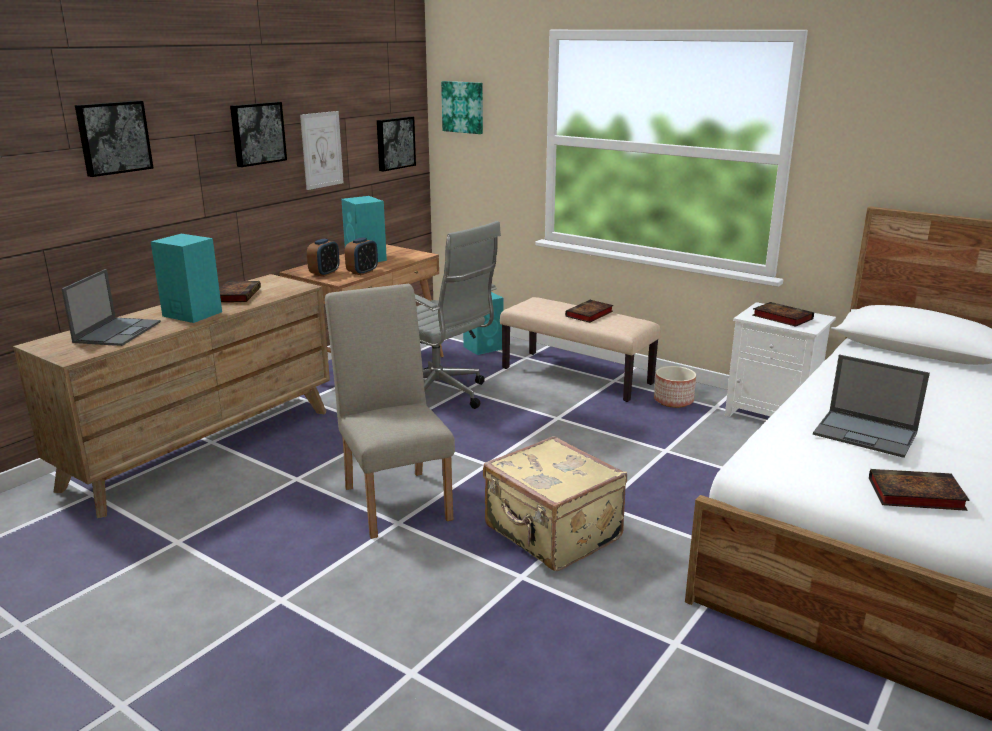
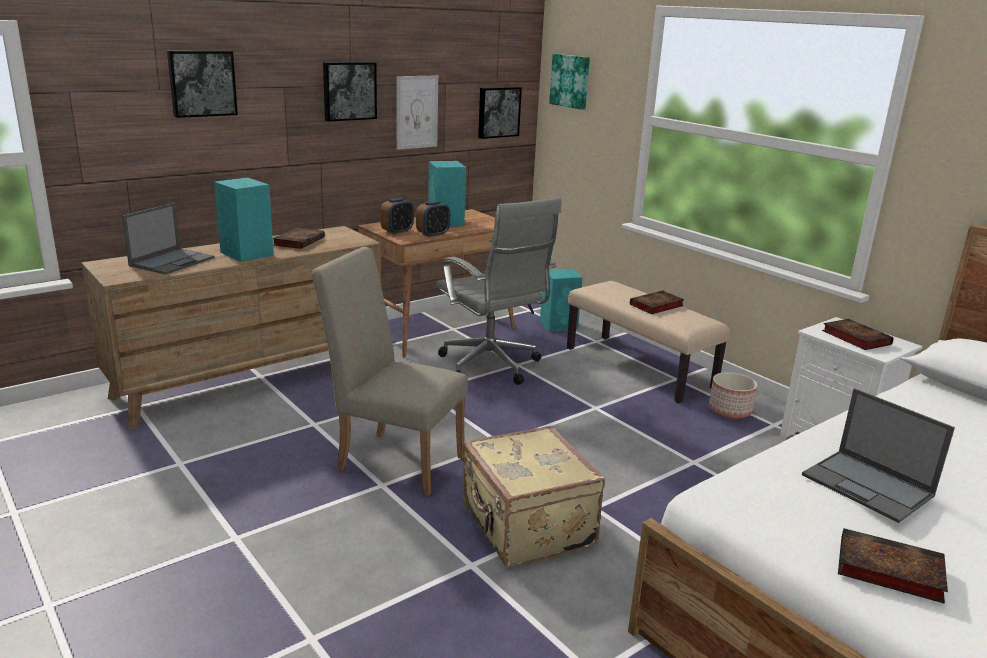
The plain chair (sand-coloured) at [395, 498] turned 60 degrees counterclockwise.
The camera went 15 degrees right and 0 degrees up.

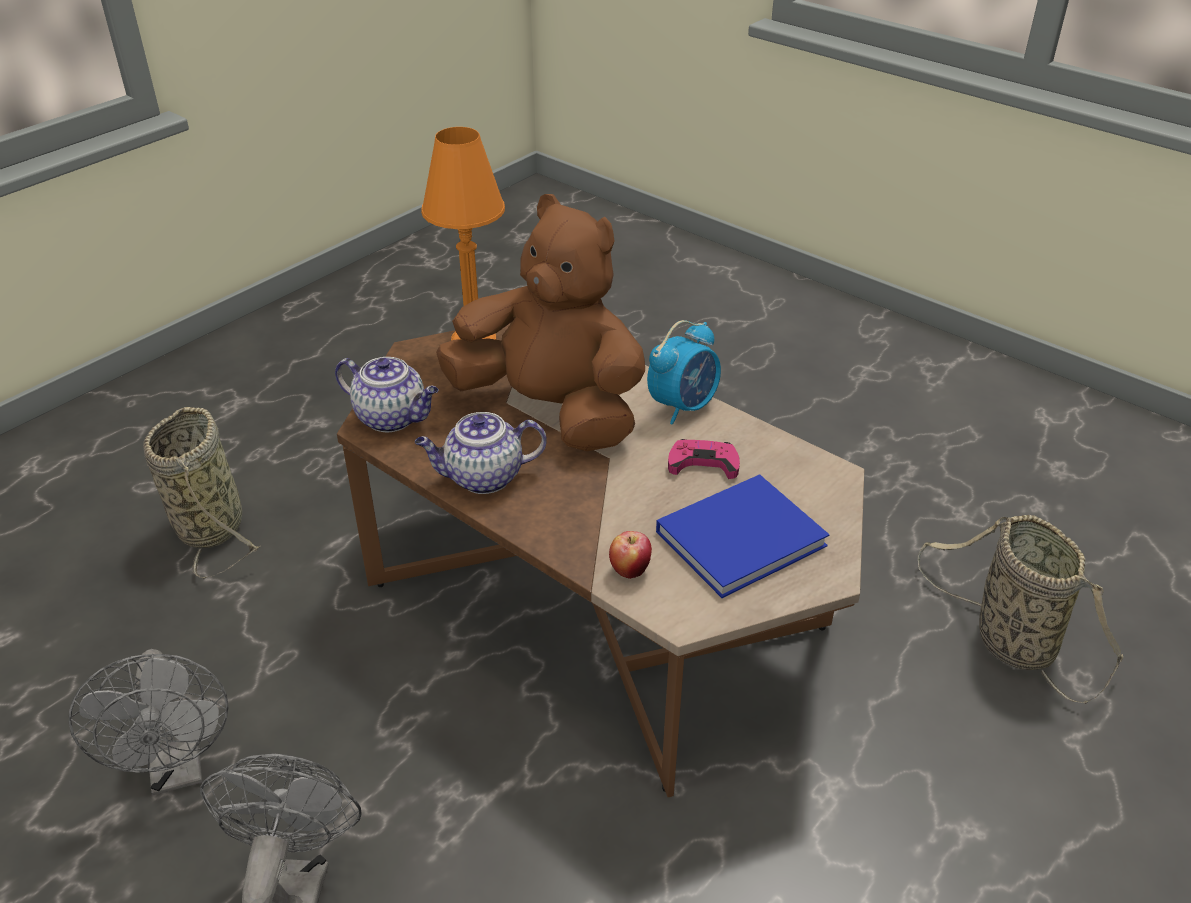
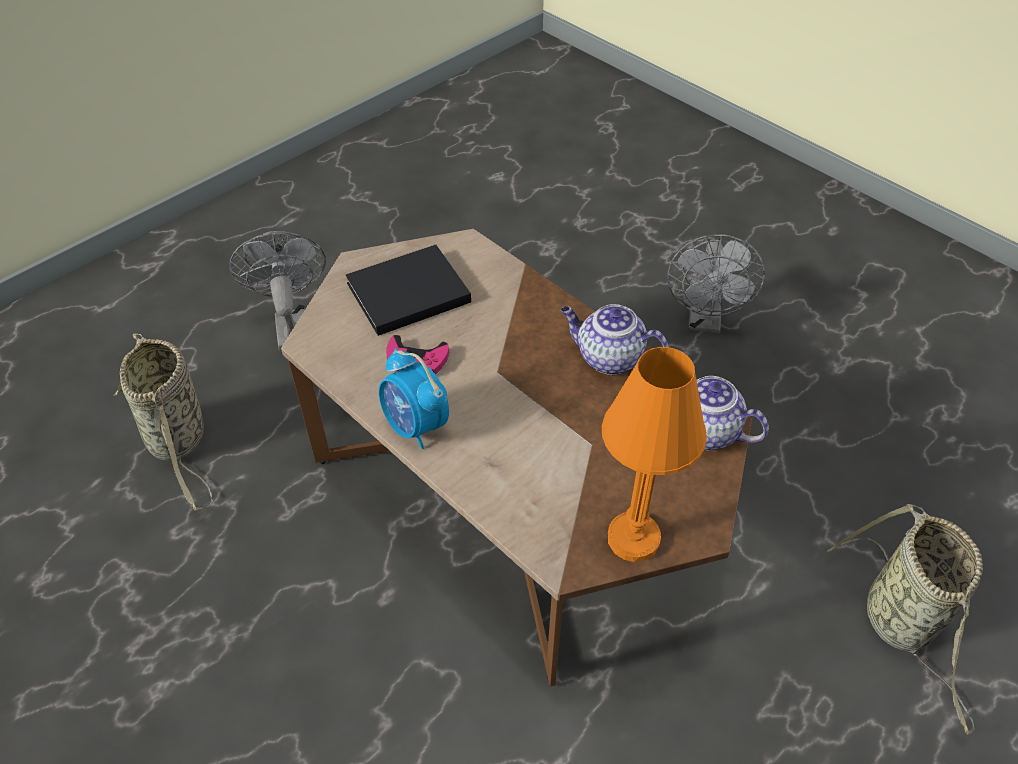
The soft toy (brown-coloured) at [551, 411] disappeared.
The apple at [630, 570] disappeared.
The electric fan (grey) moved from [178, 769] to [291, 324].
The bound book (blue-coloured) at [744, 537] became the bound book (blackish) at [405, 294].
The tea pot at [482, 478] turned 150 degrees counterclockwise.
The table clock at [683, 406] turned 90 degrees counterclockwise.
The camera went 175 degrees left and 10 degrees up.

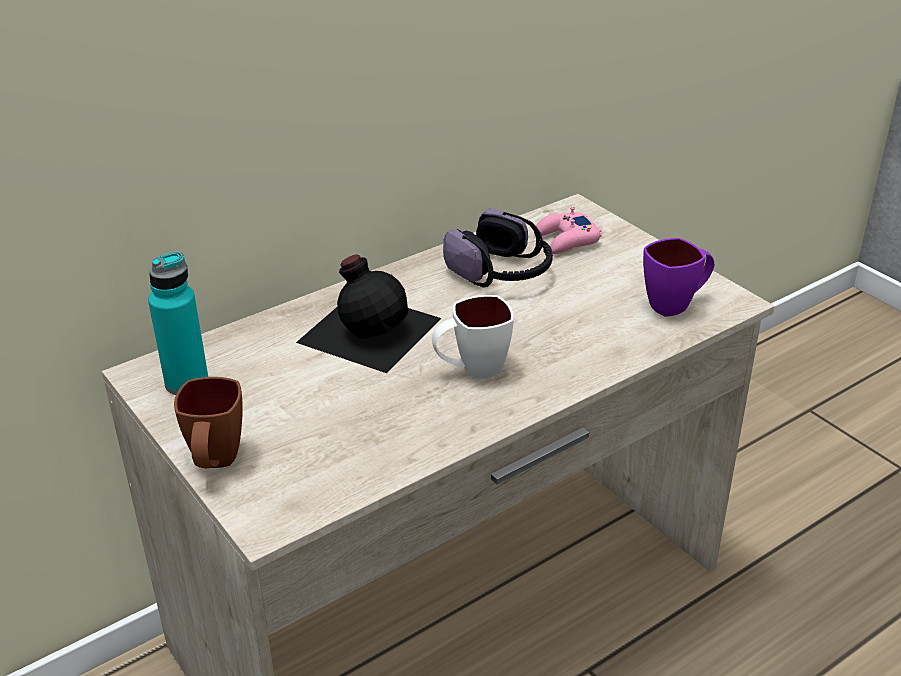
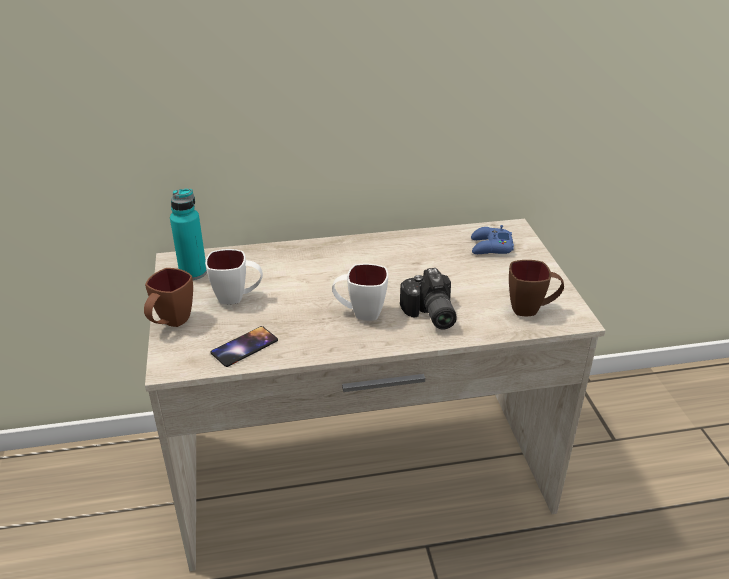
The drink bottle (blackish) at [369, 328] disappeared.
The headphones at [502, 273] disappeared.
The coffee mug (white) at [238, 298] appeared.
The phone at [244, 346] appeared.
The photo camera at [429, 315] appeared.
The gamepad (pinkish) at [566, 240] became the gamepad (blue-coloured) at [490, 247].
The coffee mug (purple-coloured) at [676, 304] became the coffee mug (brown-coloured) at [531, 309].
The camera went 25 degrees right and 0 degrees up.

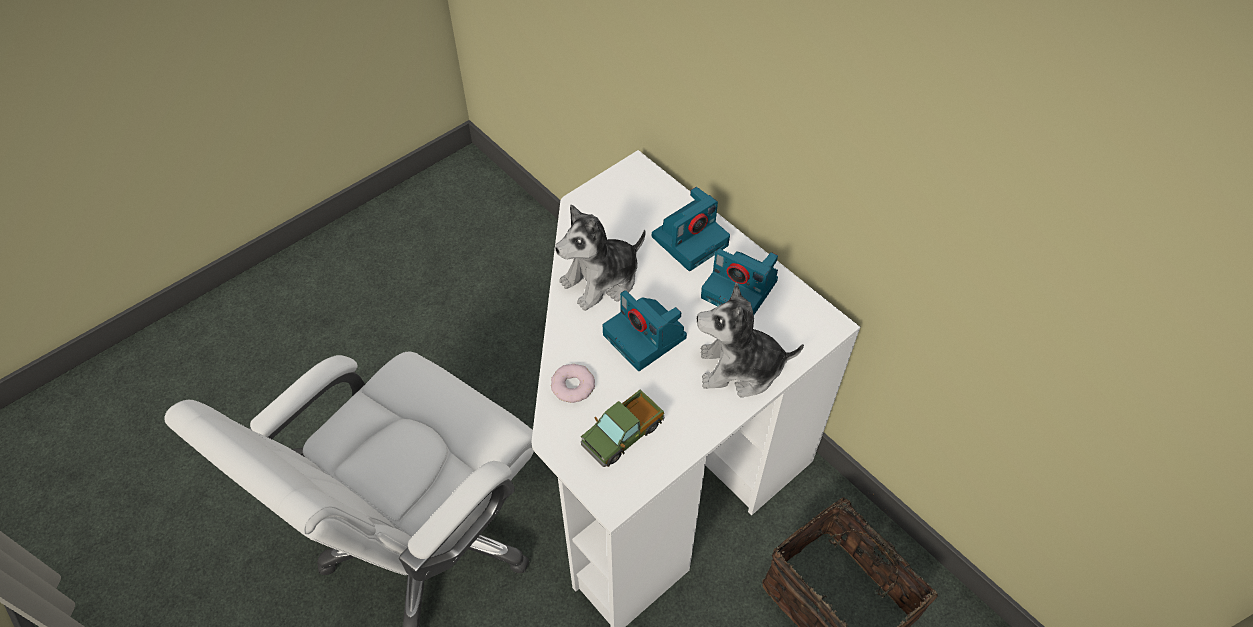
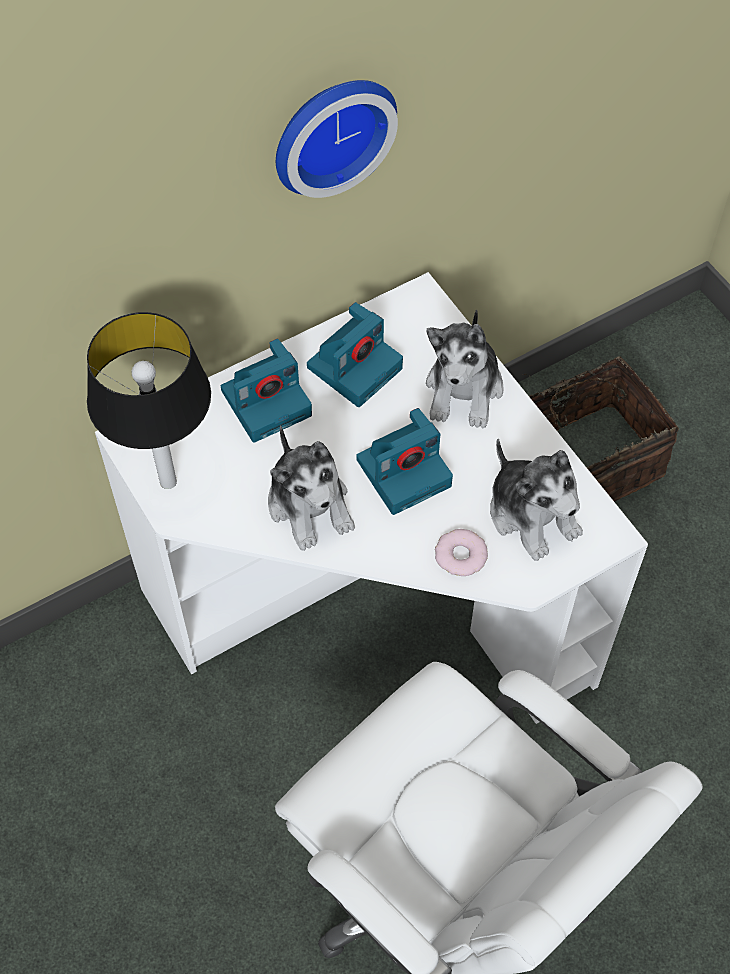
The tabletop lamp at [167, 482] appeared.
The hanging clock at [330, 131] appeared.
The toy truck at [623, 434] was replaced by the soft toy at [532, 514].
The photo camera at [690, 239] turned 90 degrees clockwise.
The camera went 80 degrees left and 5 degrees up.

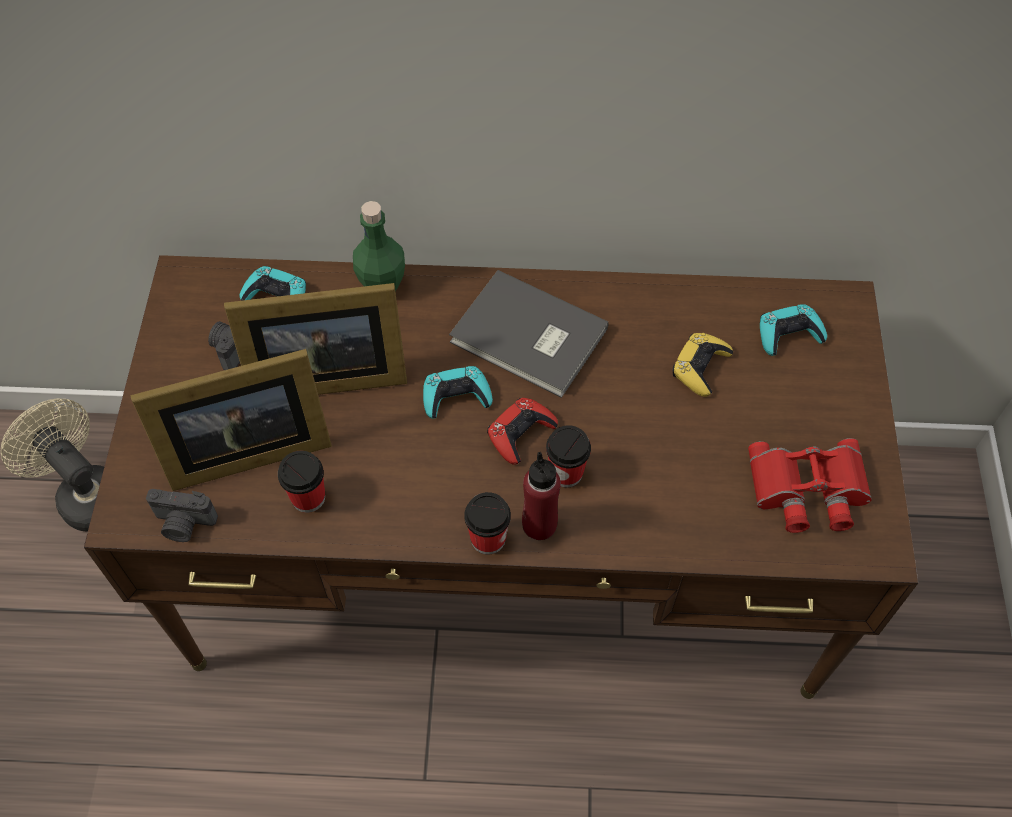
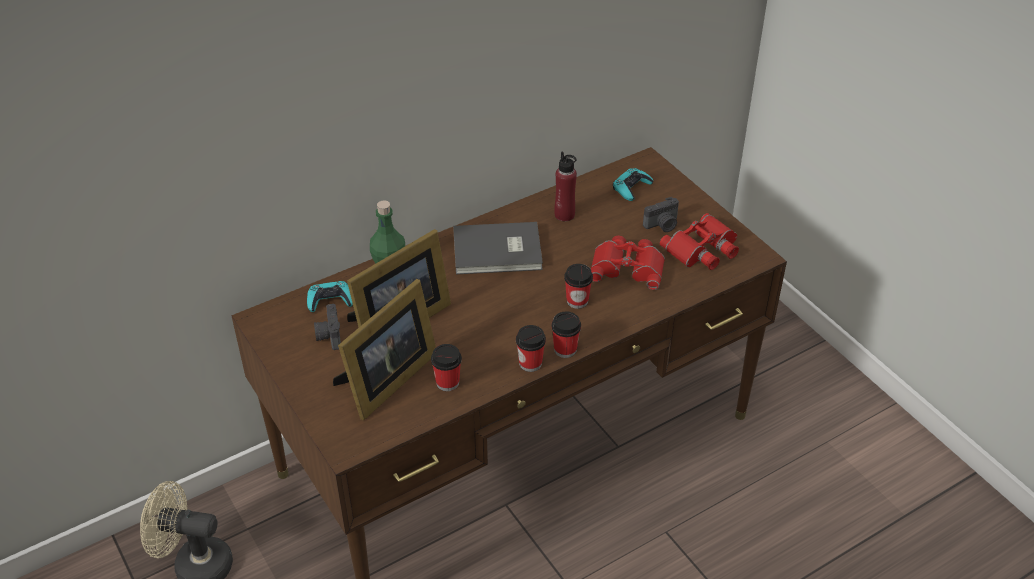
The gamepad (turquoise-coloured) at [456, 396] disappeared.
The gamepad (red-coloured) at [520, 433] disappeared.
The gamepad (yellow) at [700, 367] disappeared.
The cup at [530, 363] appeared.
The pair of binoculars (red-coloured) at [628, 266] appeared.
The photo camera moved from [184, 524] to [662, 225].
The drink bottle (red-coloured) moved from [539, 524] to [564, 215].
The camera went 35 degrees left and 15 degrees down.

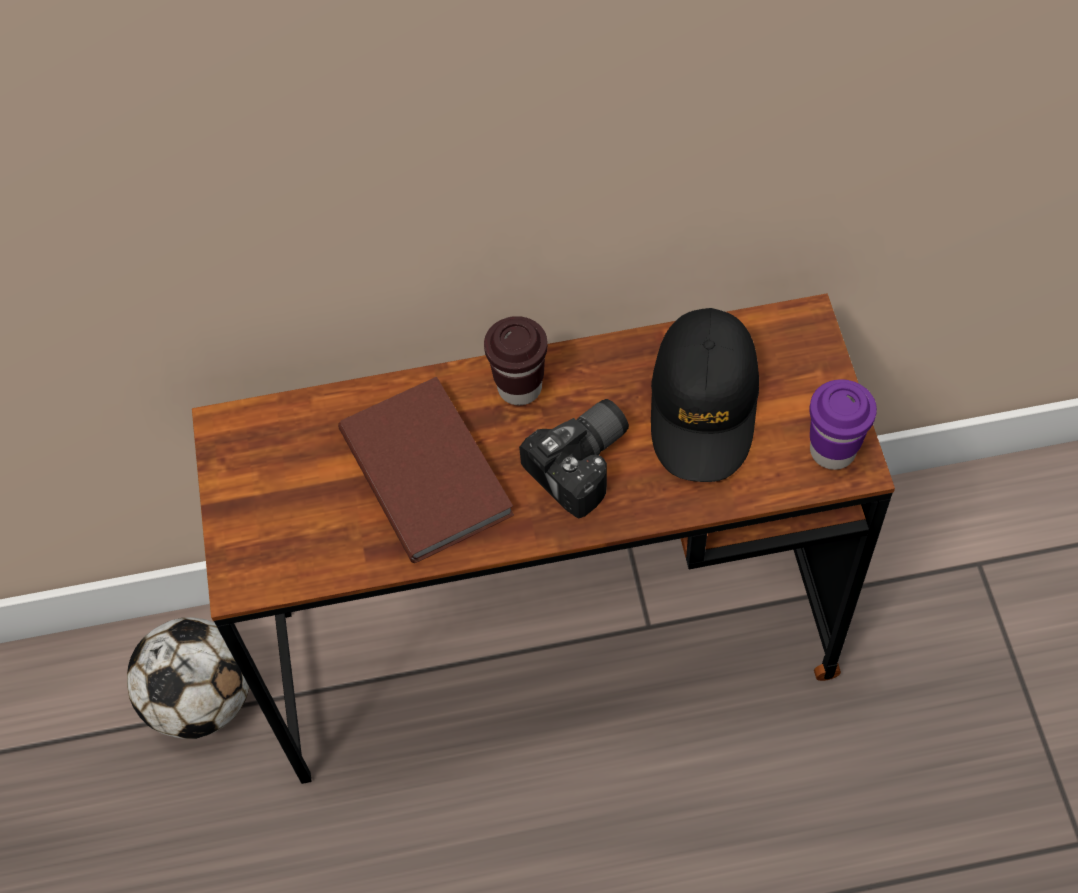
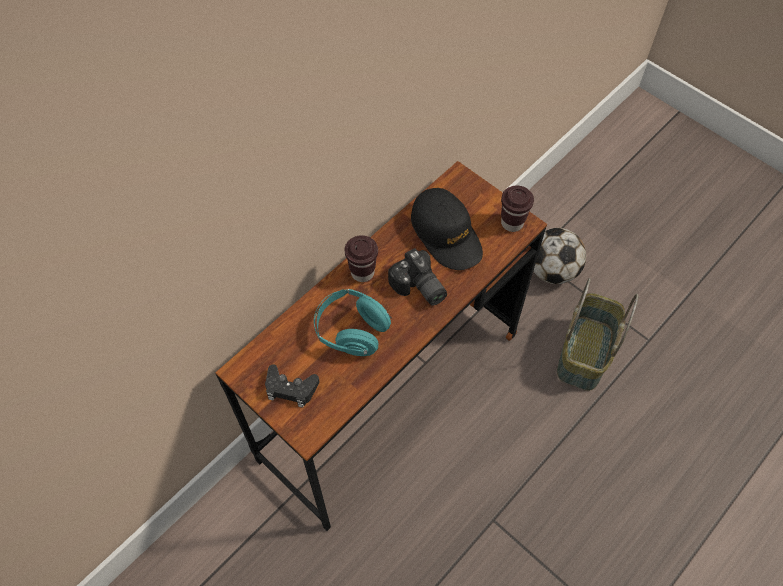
The gamepad (blackish) at [290, 388] appeared.
The basket at [585, 354] appeared.
The football moved from [202, 699] to [552, 270].
The bound book (brown-coloured) at [428, 469] was replaced by the headphones (turquoise-coloured) at [351, 331].
The cup (purple-coloured) at [832, 450] became the cup (brown-coloured) at [512, 223].
The photo camera at [585, 465] turned 135 degrees clockwise.
The camera went 40 degrees left and 0 degrees up.

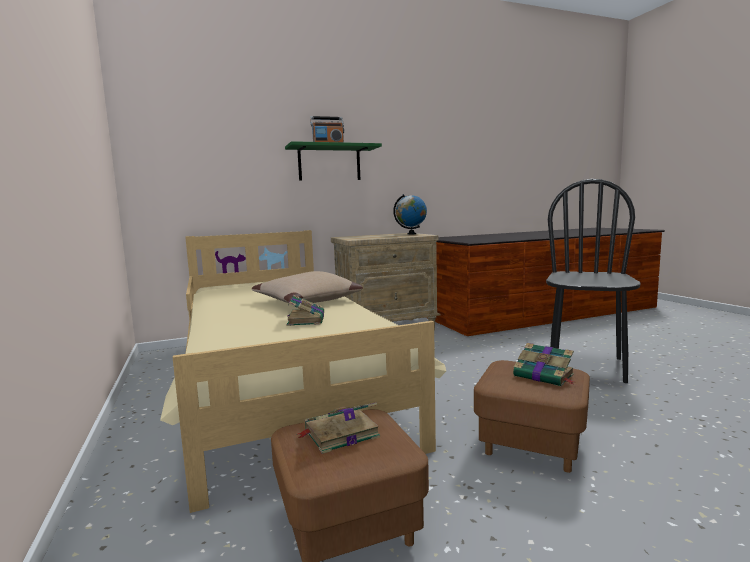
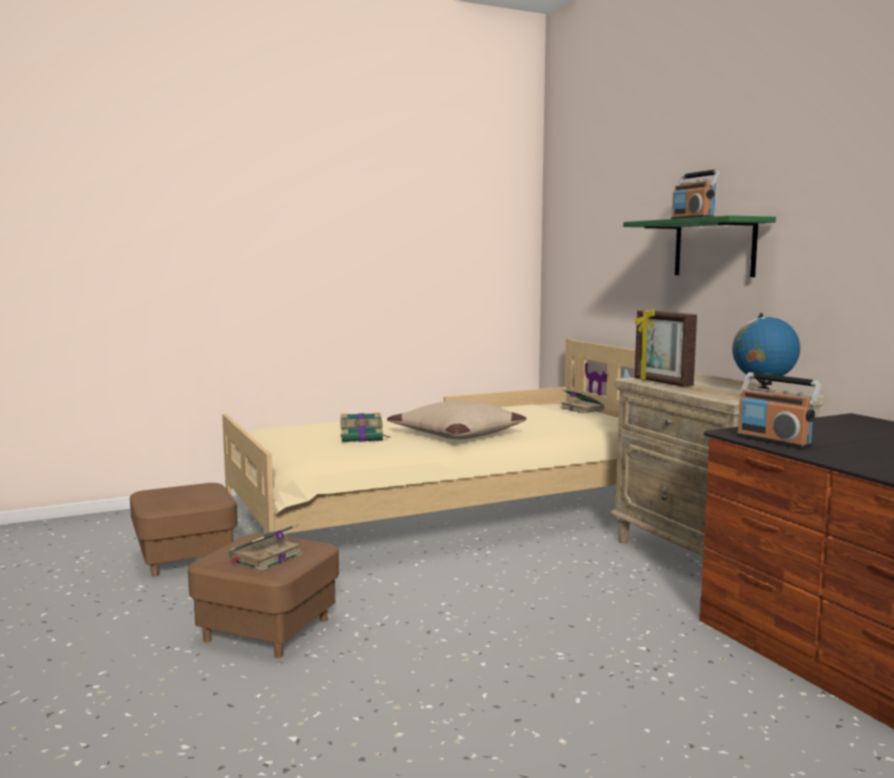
The plain chair (blackish) at [586, 366] disappeared.
The standing frame at [662, 383] appeared.
The radio receiver at [773, 441] appeared.
The bound book moved from [339, 434] to [581, 409].
The camera went 85 degrees right and 0 degrees up.

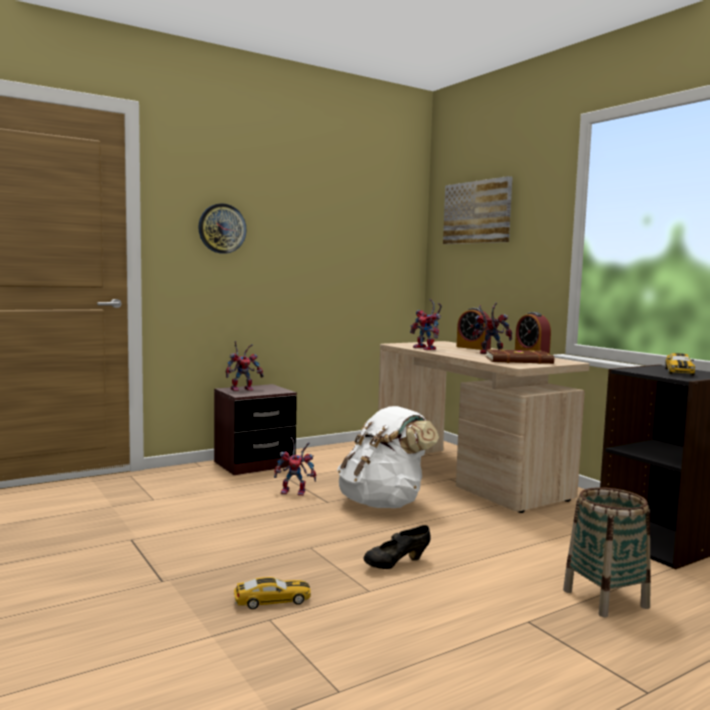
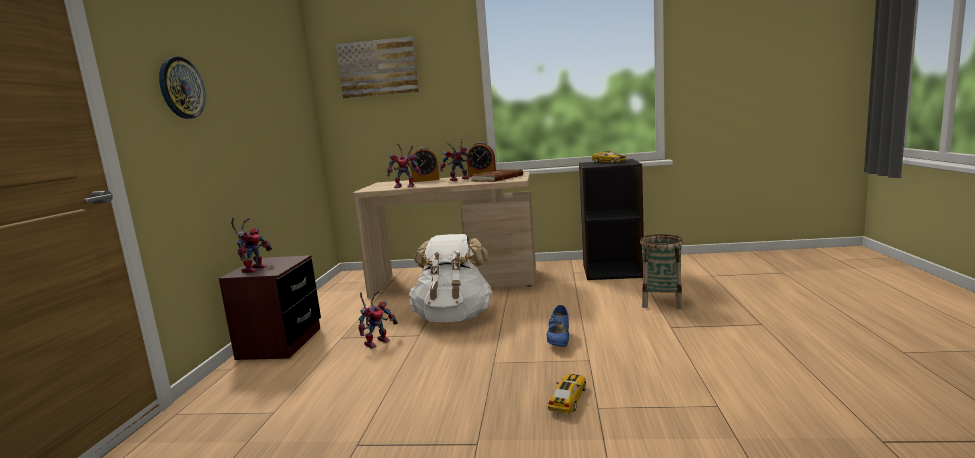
The item of footwear (blackish) at [396, 564] became the item of footwear (blue-coloured) at [559, 341].
The camera went 50 degrees left and 5 degrees up.

